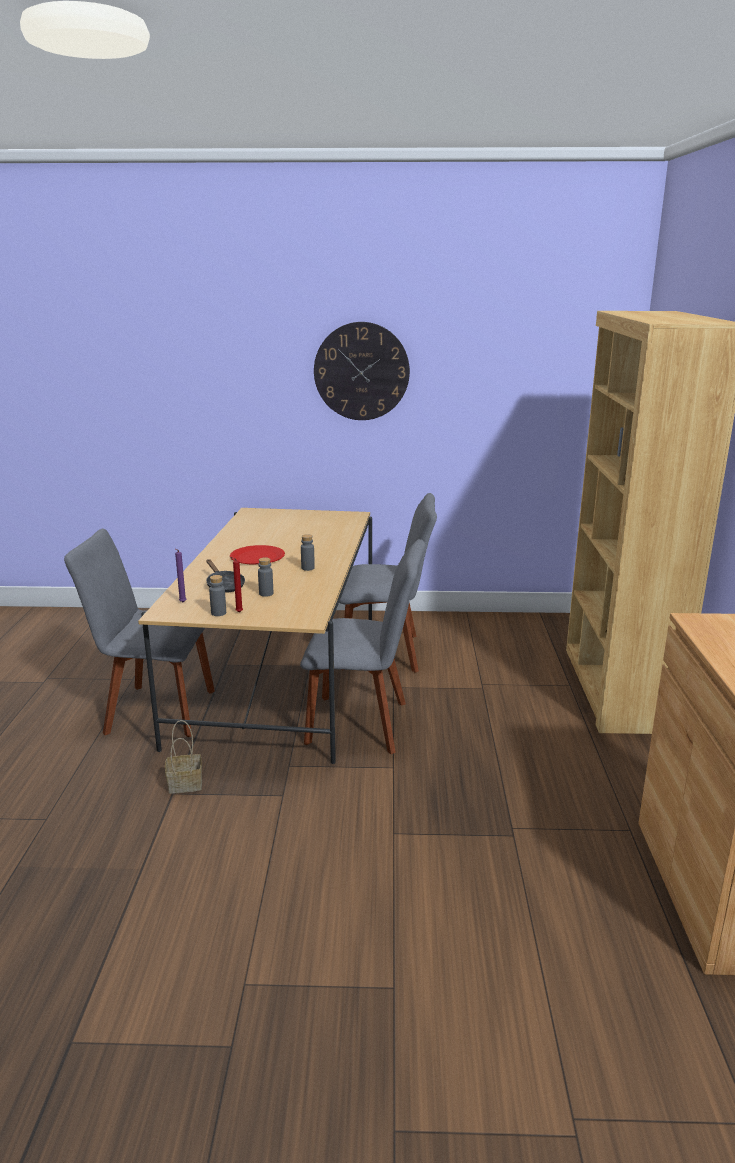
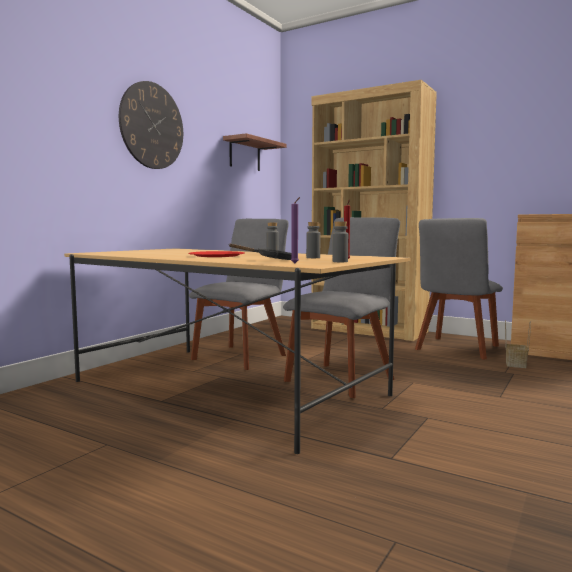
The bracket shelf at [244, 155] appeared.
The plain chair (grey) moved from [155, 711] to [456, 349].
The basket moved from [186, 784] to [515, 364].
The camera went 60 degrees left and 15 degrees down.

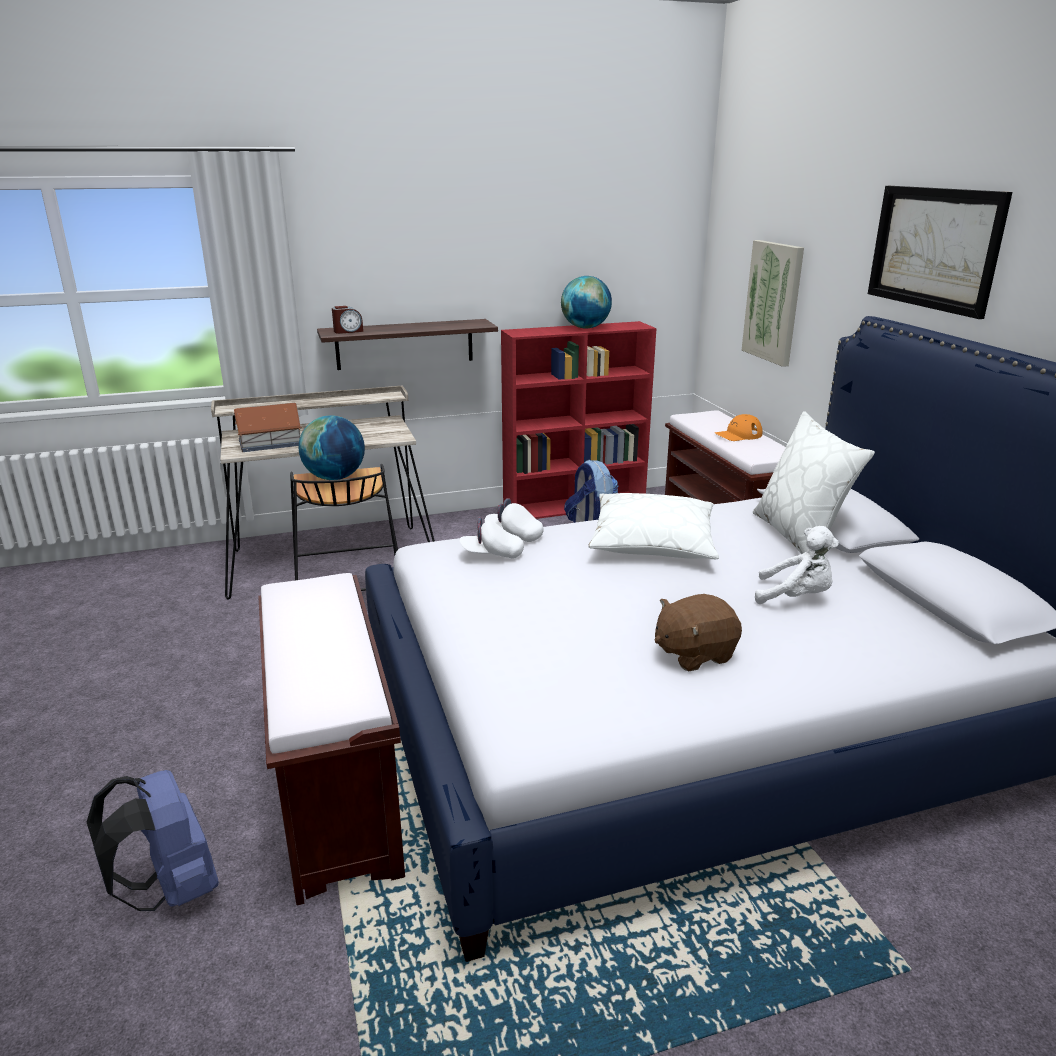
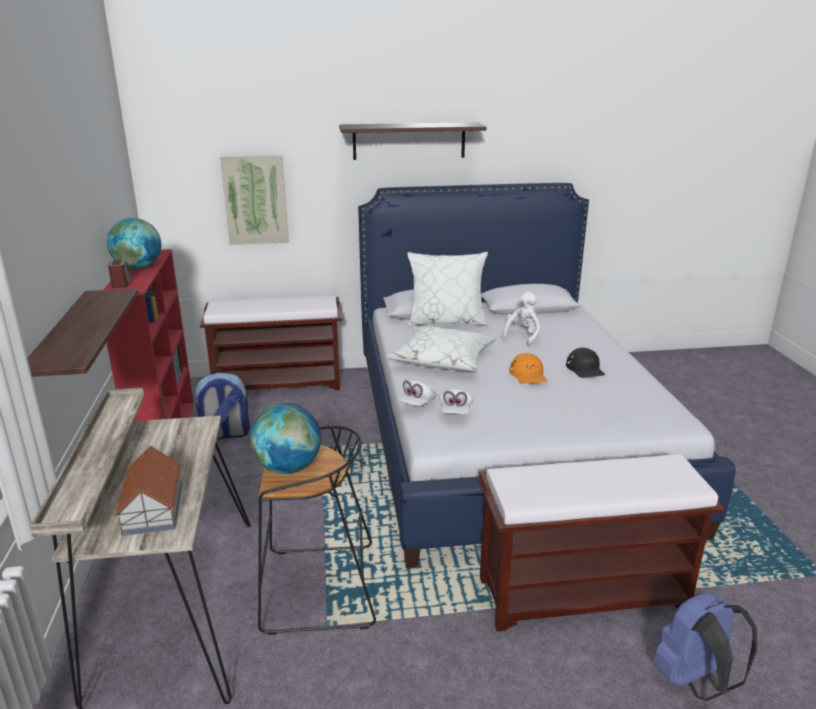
The table clock moved from [348, 331] to [121, 283].
The cap (orange) moved from [738, 435] to [528, 375].
The soft toy (brown-coloured) at [693, 653] was replaced by the cap (blackish) at [585, 369].
The wall picture at [934, 248] was replaced by the bracket shelf at [409, 141].
The camera went 80 degrees left and 0 degrees up.

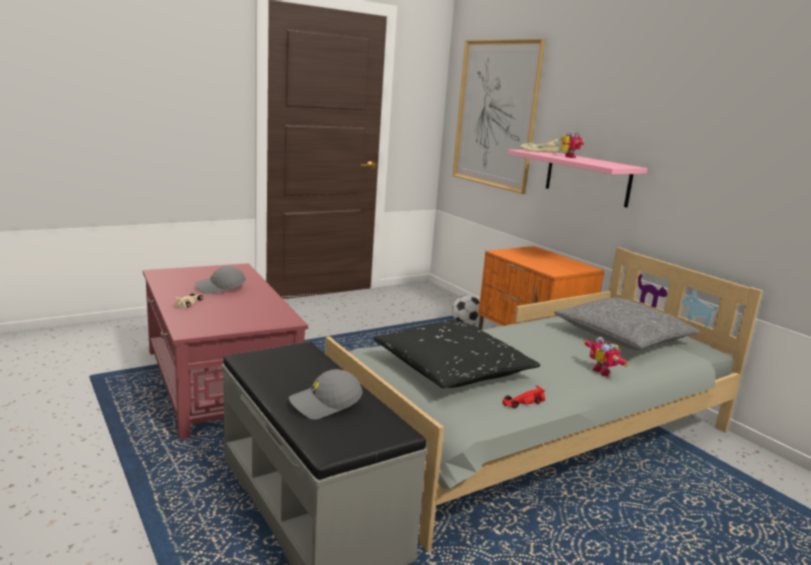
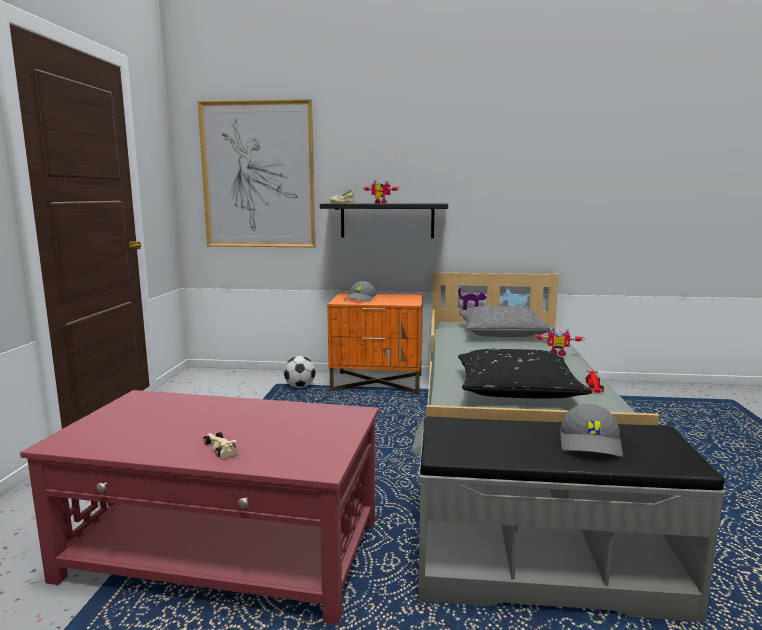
The cap (grey) moved from [220, 288] to [360, 299].
The bracket shelf (pinkish) at [587, 178] became the bracket shelf (blackish) at [387, 220].
The camera went 50 degrees left and 5 degrees down.

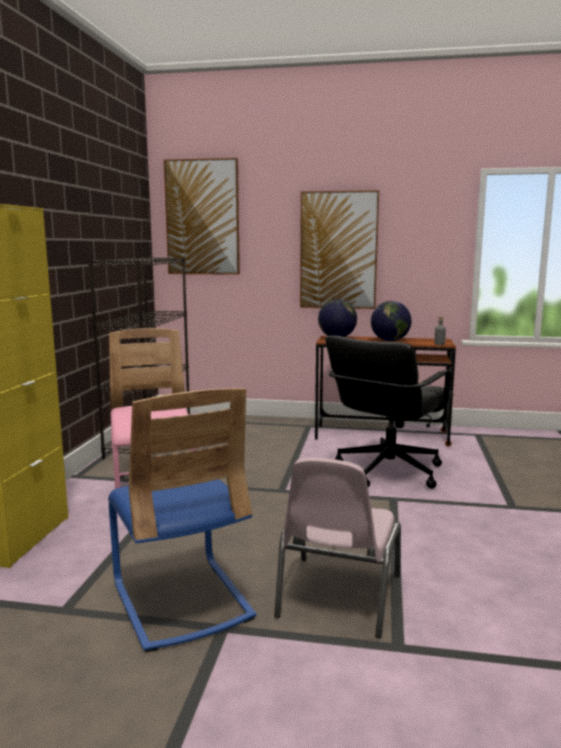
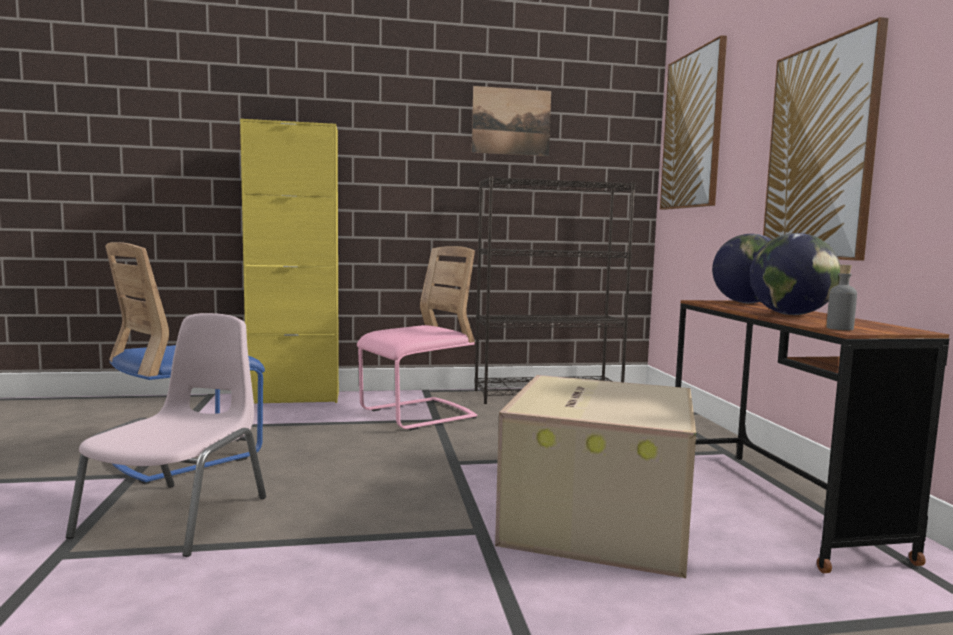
The wall picture at [511, 121] appeared.
The desk chair (blackish) at [387, 471] was replaced by the cardboard box at [594, 520].
The plain chair (pinkish) at [337, 596] turned 105 degrees clockwise.
The camera went 70 degrees right and 5 degrees down.

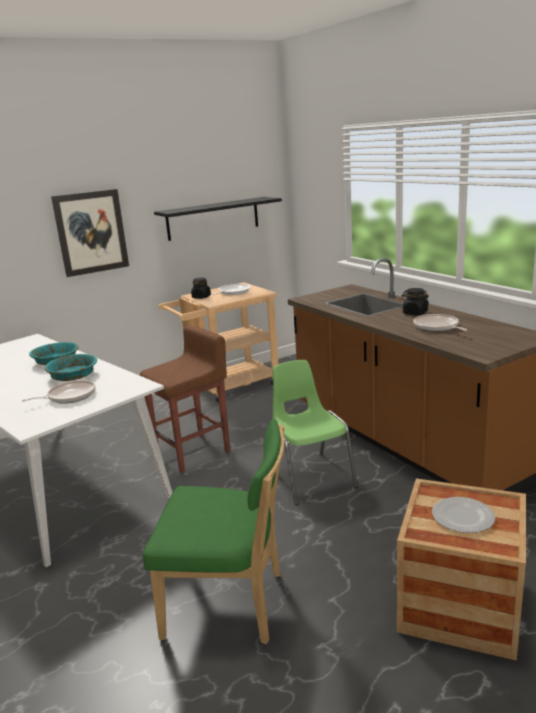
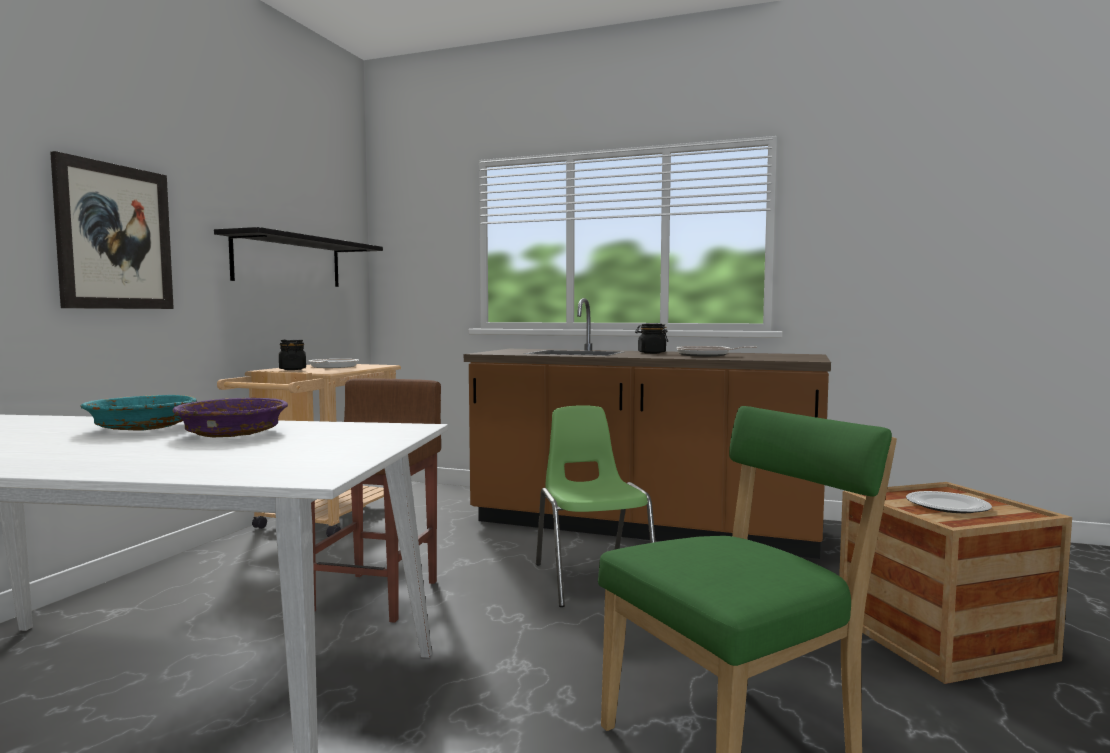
The pan at [69, 396] disappeared.
The serving bowl (turquoise-coloured) at [72, 376] became the serving bowl (purple-coloured) at [232, 433].
The plain chair (greenish) at [310, 476] turned 45 degrees clockwise.
The camera went 40 degrees left and 15 degrees down.

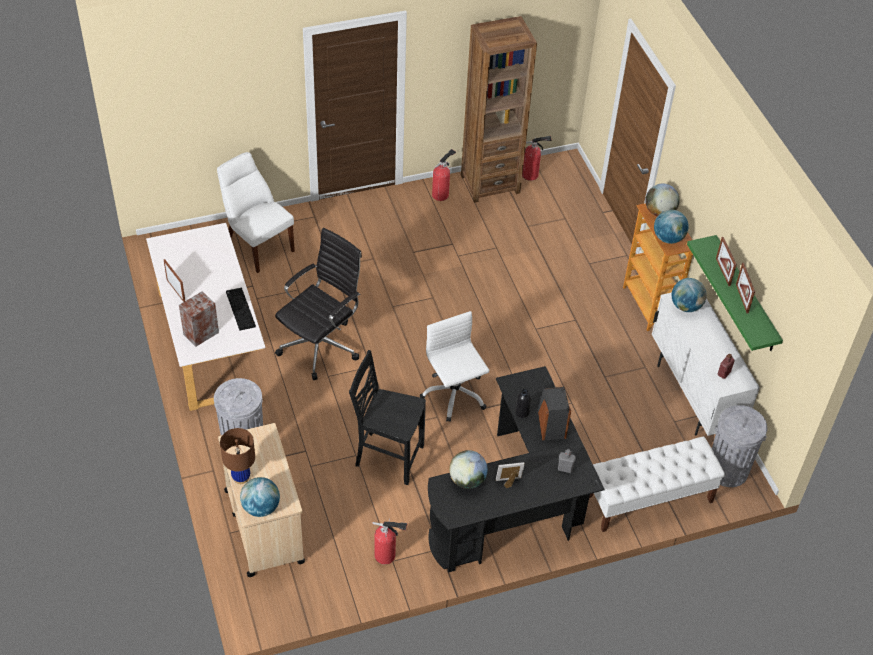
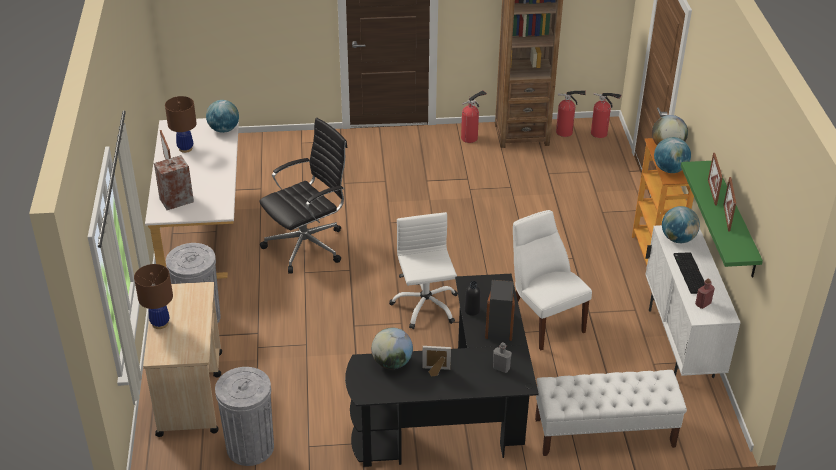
The plain chair (blackish) at [387, 456] disappeared.
The tabletop lamp (brown-coloured) at [185, 148] appeared.
The plain chair (white) moved from [257, 245] to [543, 319].
The keyboard moved from [239, 309] to [689, 273].
The desk globe moved from [261, 507] to [224, 129].
The fire-fighting cylinder moved from [387, 556] to [601, 134].
The trash can (grey) moved from [727, 470] to [250, 447].
The camera went 15 degrees right and 10 degrees down.

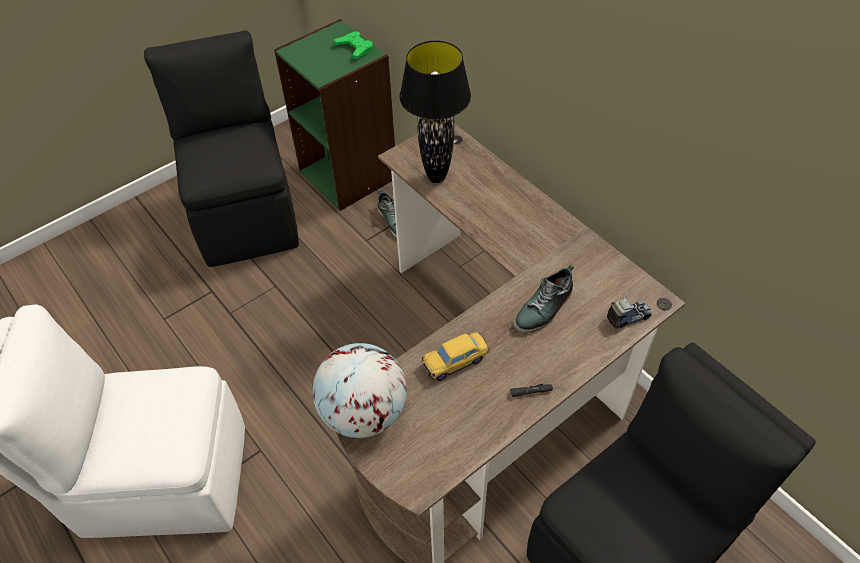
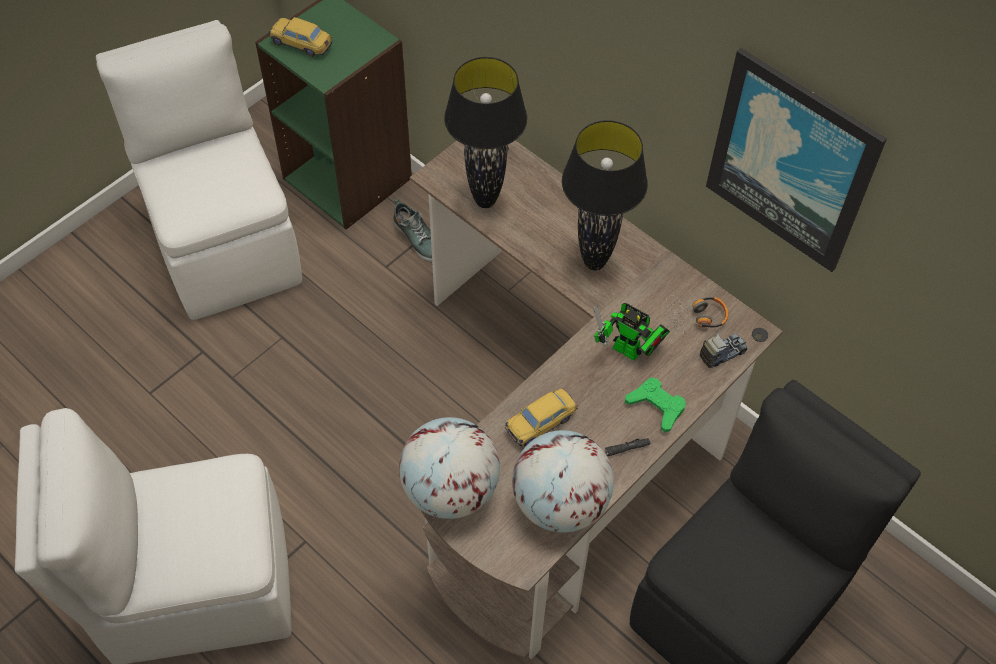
The miniature car at [301, 44] appeared.
The desk globe at [560, 503] appeared.
The tabletop lamp (blackish) at [594, 262] appeared.
The headphones at [696, 317] appeared.
The wall picture at [791, 161] appeared.
The gamepad (greenish) moved from [355, 48] to [656, 406].
The item of footwear at [544, 308] was replaced by the model robot at [630, 352].
The plain chair (blackish) at [246, 213] became the plain chair (white) at [224, 243].
The camera went 10 degrees left and 5 degrees up.

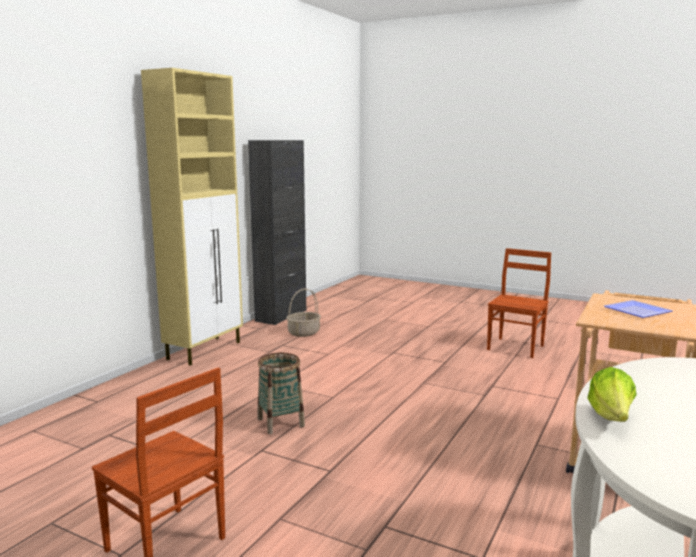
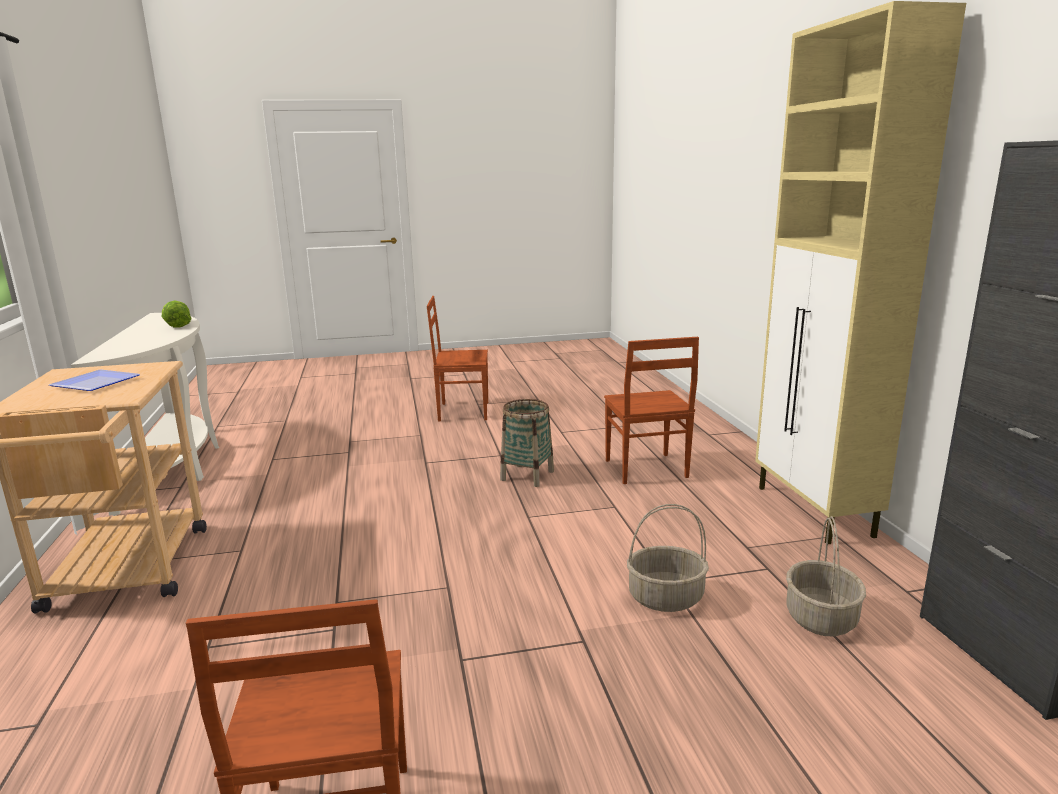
The plain chair (brown-coloured) at [645, 469] appeared.
The basket at [666, 597] appeared.
The camera went 140 degrees right and 5 degrees up.

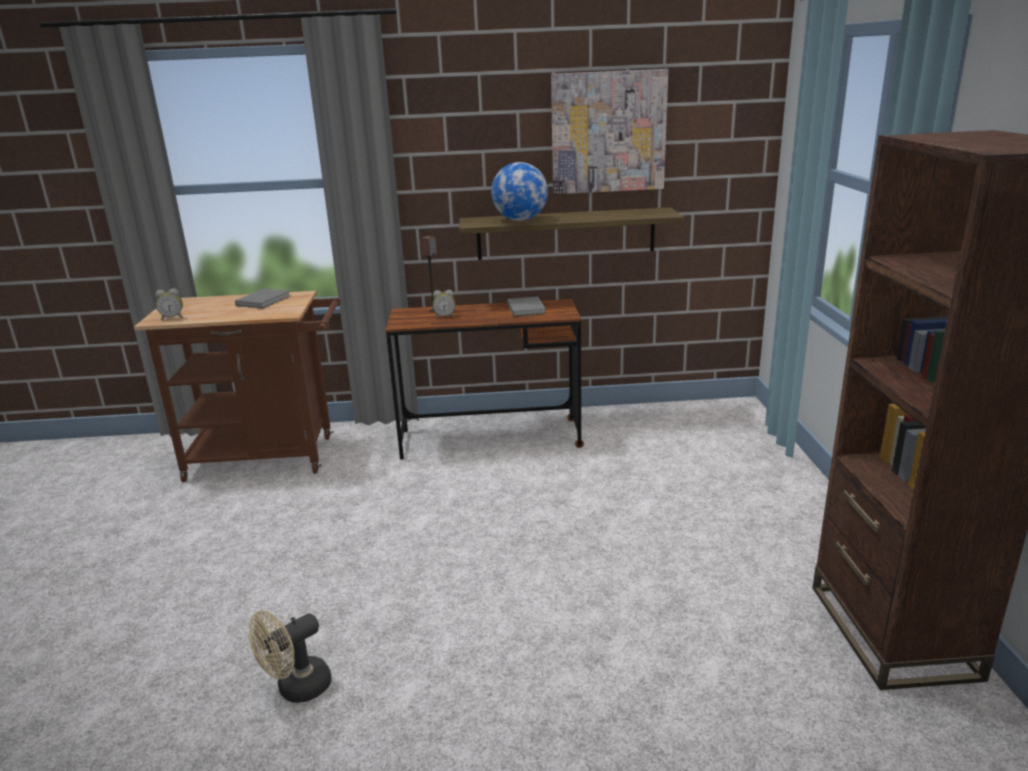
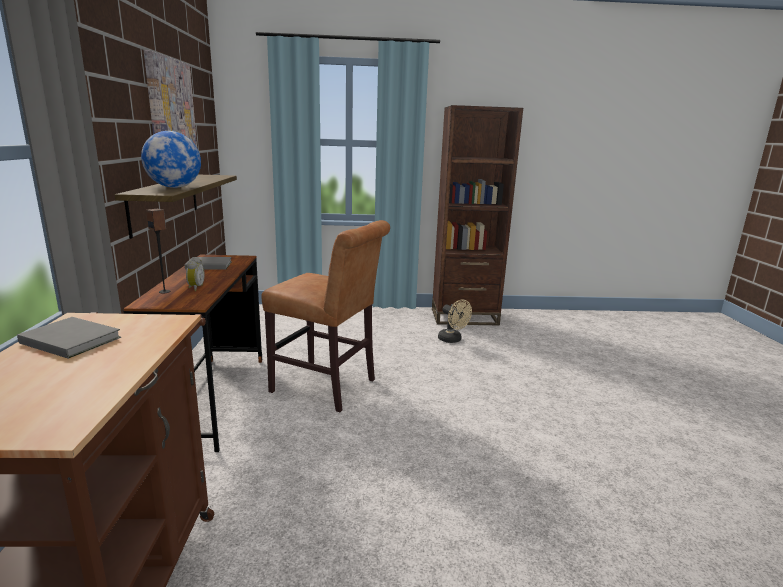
The table clock at [172, 318] disappeared.
The plain chair (brown-coloured) at [328, 387] appeared.
The electric fan (sand-coloured) moved from [296, 689] to [452, 340].
The camera went 90 degrees left and 5 degrees down.

